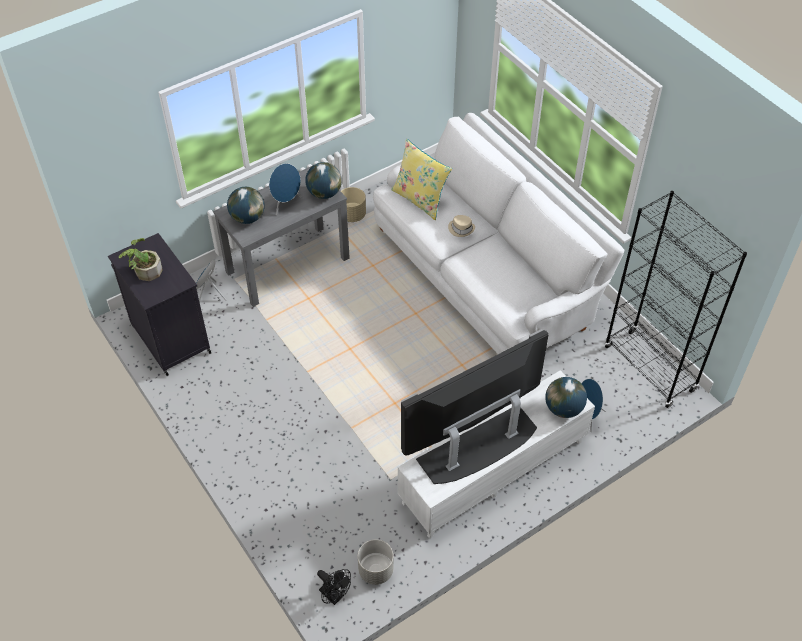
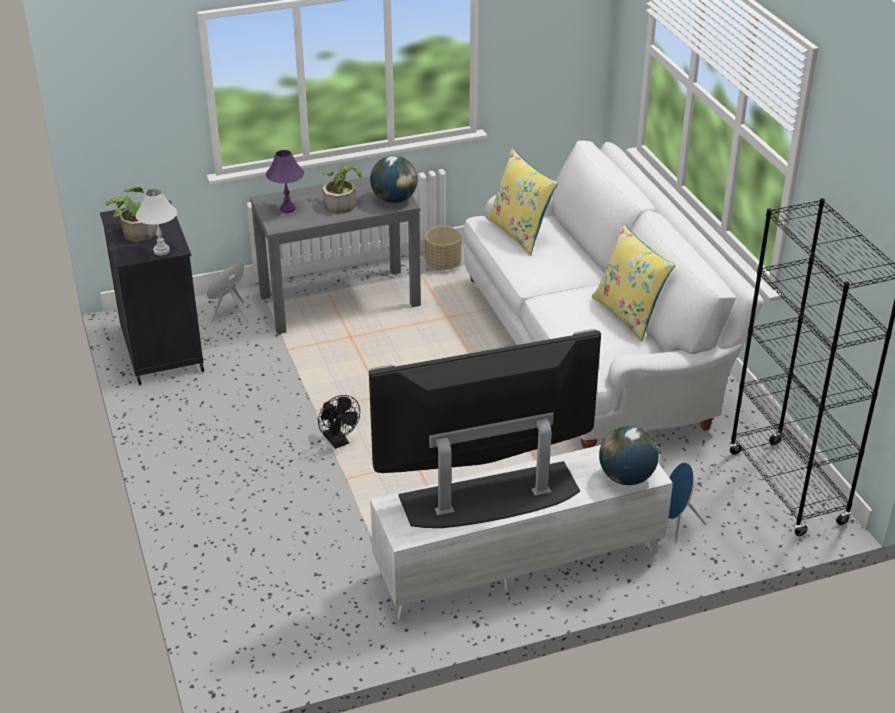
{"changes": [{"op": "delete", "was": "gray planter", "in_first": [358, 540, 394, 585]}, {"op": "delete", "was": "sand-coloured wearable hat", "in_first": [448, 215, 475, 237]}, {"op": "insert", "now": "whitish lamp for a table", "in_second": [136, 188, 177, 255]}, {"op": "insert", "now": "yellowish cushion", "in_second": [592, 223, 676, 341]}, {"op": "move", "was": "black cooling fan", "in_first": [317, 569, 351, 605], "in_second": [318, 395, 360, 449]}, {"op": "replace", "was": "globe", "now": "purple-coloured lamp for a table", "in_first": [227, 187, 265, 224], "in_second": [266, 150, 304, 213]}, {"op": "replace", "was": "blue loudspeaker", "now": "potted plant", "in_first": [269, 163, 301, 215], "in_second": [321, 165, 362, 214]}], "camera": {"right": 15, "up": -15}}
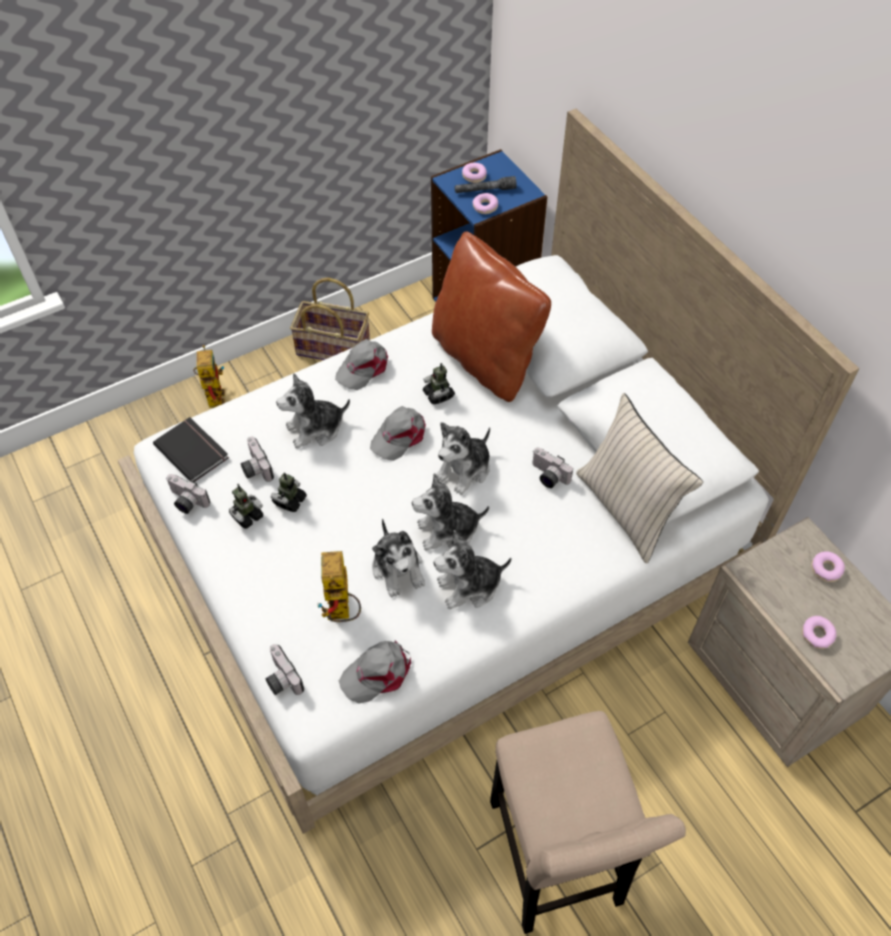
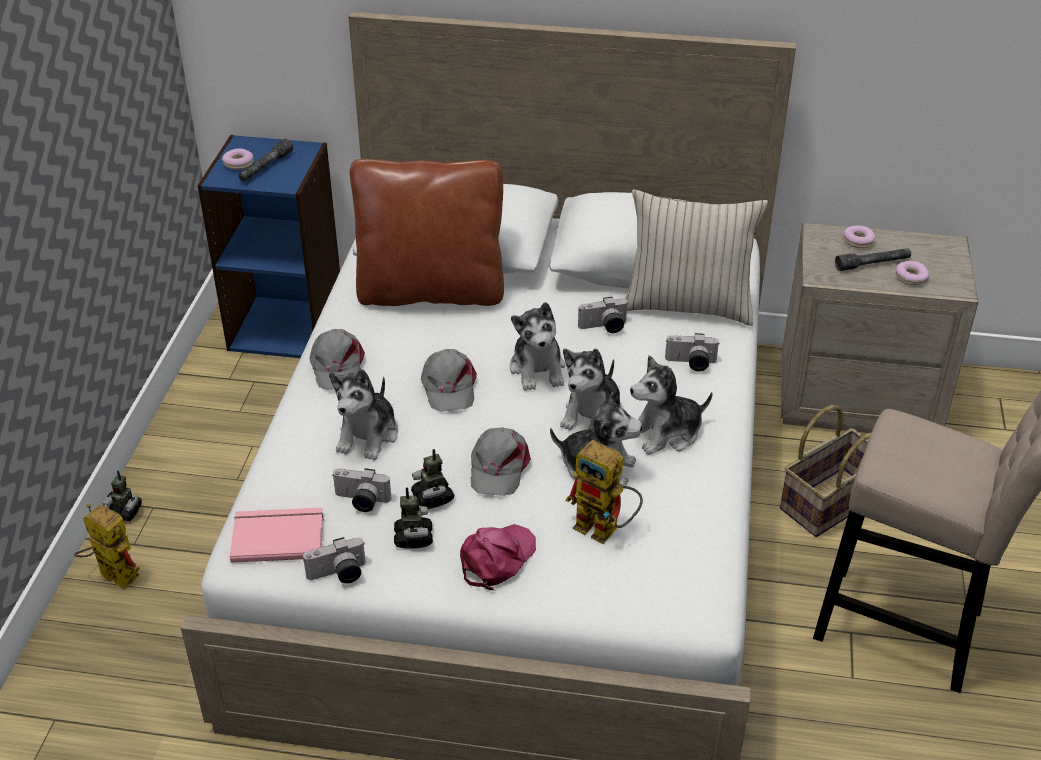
{"changes": [{"op": "delete", "was": "ring doughnut", "in_first": [473, 193, 498, 214]}, {"op": "insert", "now": "pink-coloured peaked cap", "in_second": [460, 524, 536, 590]}, {"op": "insert", "now": "gray hand torch", "in_second": [835, 248, 911, 271]}, {"op": "move", "was": "photo camera", "in_first": [265, 644, 304, 695], "in_second": [665, 333, 720, 371]}, {"op": "move", "was": "household basket", "in_first": [290, 278, 370, 360], "in_second": [780, 405, 871, 537]}, {"op": "move", "was": "gray peaked cap", "in_first": [339, 641, 411, 704], "in_second": [471, 427, 531, 496]}, {"op": "move", "was": "toy robot", "in_first": [423, 363, 455, 404], "in_second": [103, 470, 142, 521]}, {"op": "recolor", "was": "black volume", "now": "pink-coloured volume", "in_first": [153, 417, 229, 482], "in_second": [230, 507, 323, 563]}, {"op": "rotate", "was": "plush toy", "in_first": [434, 530, 511, 609], "in_second": [630, 355, 713, 455], "clockwise": 45}], "camera": {"right": -50, "up": -15}}
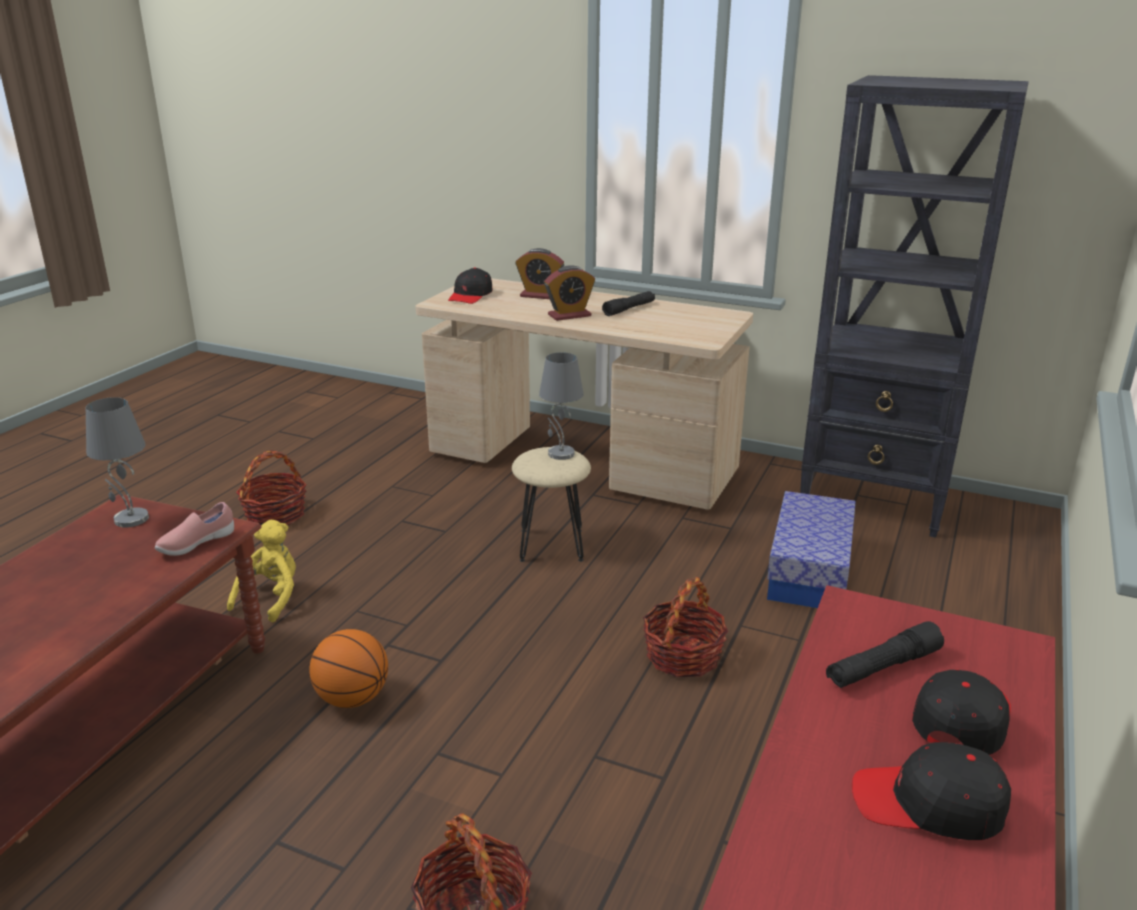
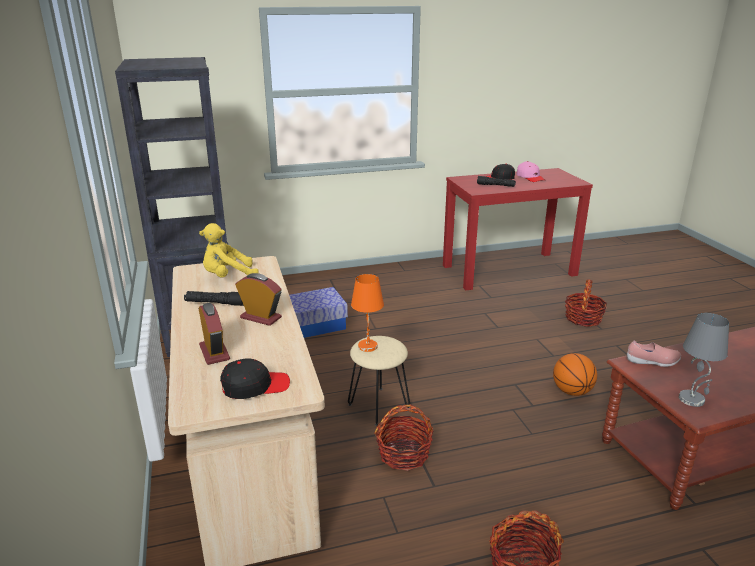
{"changes": [{"op": "move", "was": "yellowish plush toy", "in_first": [227, 520, 296, 622], "in_second": [199, 223, 259, 277]}, {"op": "move", "was": "household basket", "in_first": [643, 577, 728, 677], "in_second": [375, 405, 434, 471]}, {"op": "recolor", "was": "gray lamp for a table", "now": "orange lamp for a table", "in_first": [539, 352, 584, 460], "in_second": [351, 274, 384, 352]}, {"op": "recolor", "was": "black peaked cap", "now": "pink-coloured peaked cap", "in_first": [852, 742, 1011, 840], "in_second": [517, 161, 545, 182]}], "camera": {"right": -130, "up": 0}}
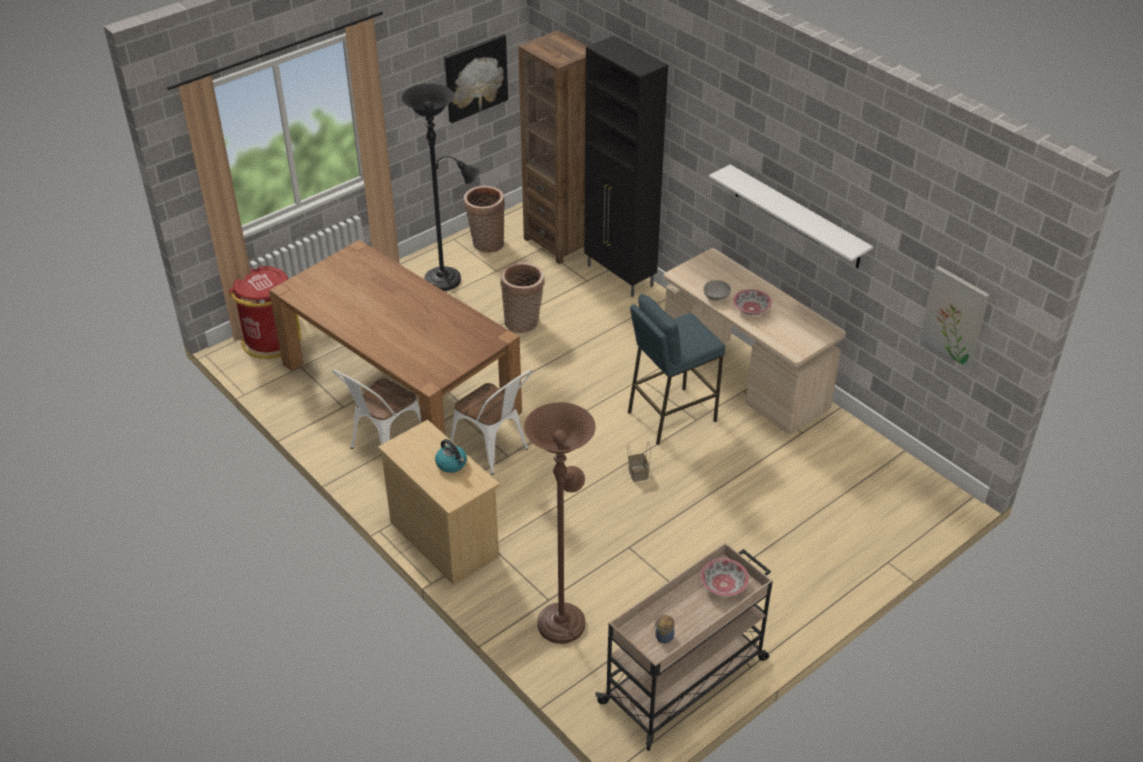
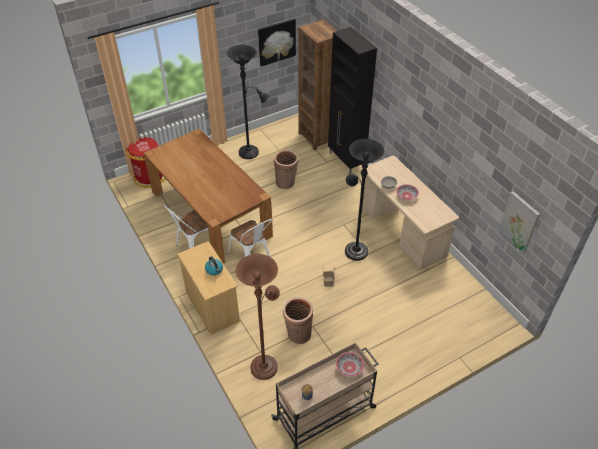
{"changes": [{"op": "delete", "was": "whitish shelf", "in_first": [709, 164, 873, 269]}, {"op": "move", "was": "household basket", "in_first": [464, 186, 505, 253], "in_second": [283, 297, 313, 344]}, {"op": "replace", "was": "blue sitting stool", "now": "black floor lamp", "in_first": [628, 294, 725, 445], "in_second": [345, 139, 384, 261]}], "camera": {"right": 10, "up": 5}}
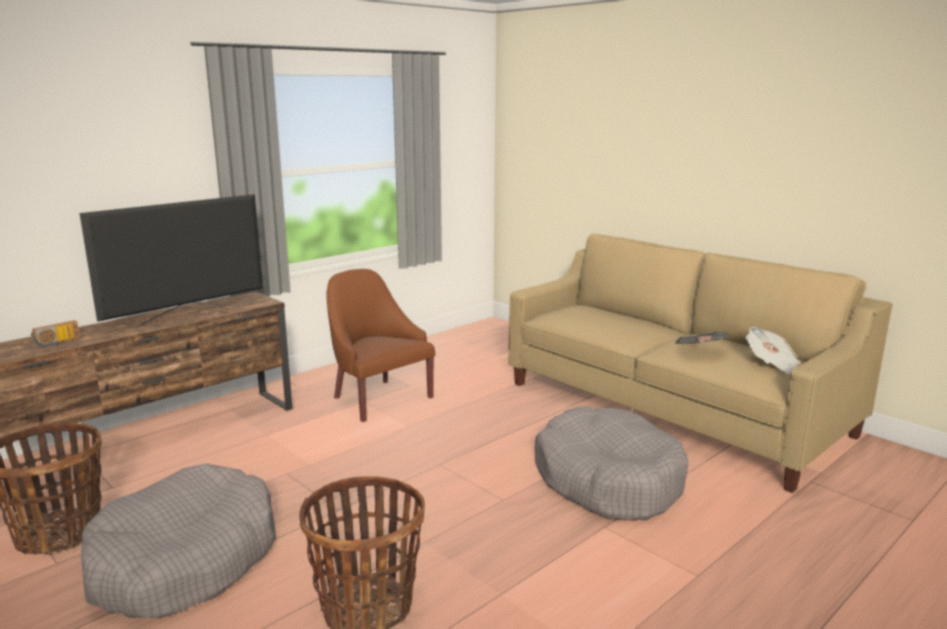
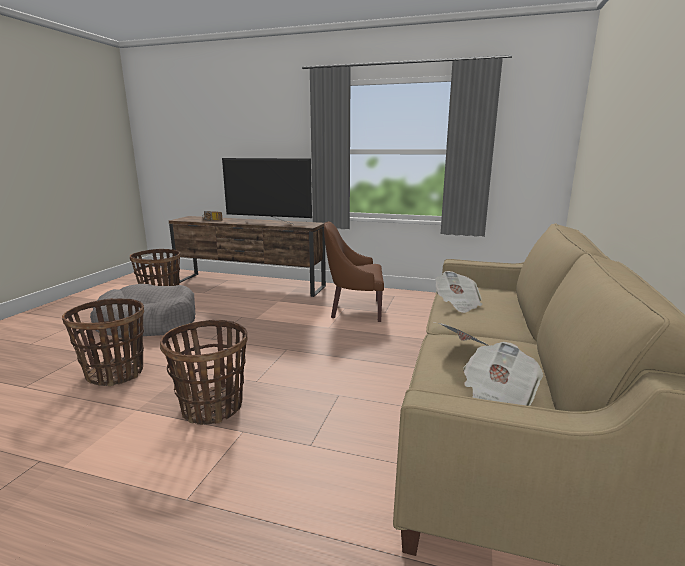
{"changes": [{"op": "delete", "was": "gray pet bed", "in_first": [535, 406, 689, 520]}, {"op": "insert", "now": "household basket", "in_second": [160, 320, 248, 425]}, {"op": "insert", "now": "daily paper", "in_second": [435, 271, 482, 313]}, {"op": "rotate", "was": "brown easy chair", "in_first": [327, 269, 435, 422], "in_second": [324, 222, 384, 322], "clockwise": -105}], "camera": {"right": 60, "up": 0}}
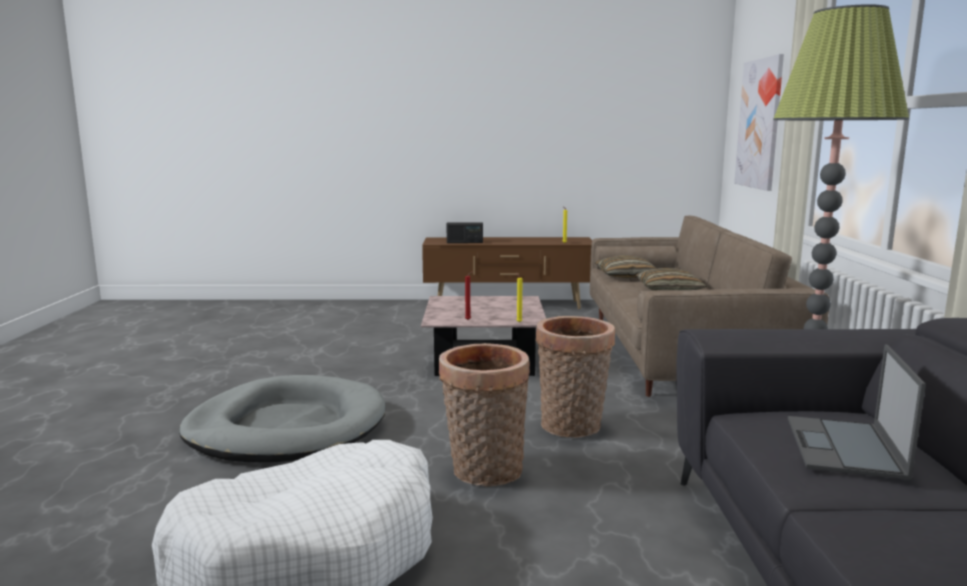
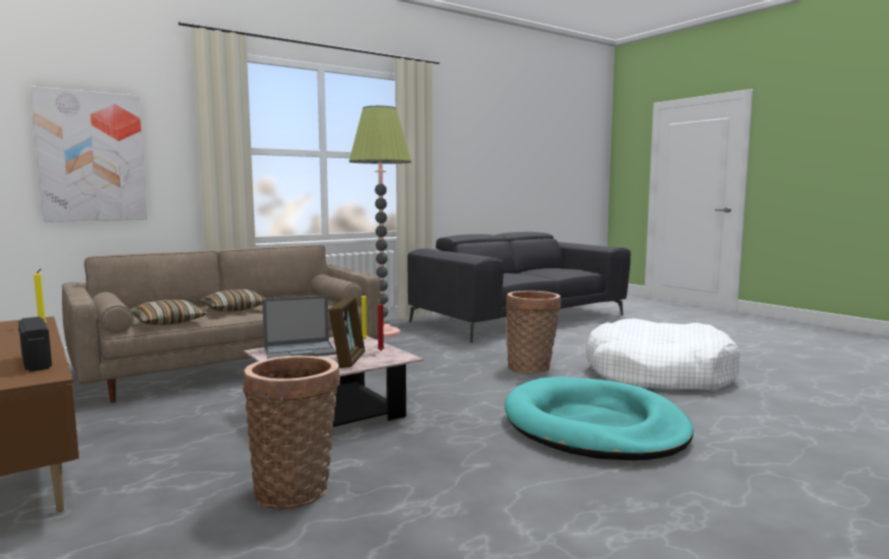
{"changes": [{"op": "insert", "now": "picture frame", "in_second": [328, 297, 365, 368]}, {"op": "move", "was": "household basket", "in_first": [536, 316, 615, 438], "in_second": [243, 355, 340, 509]}, {"op": "move", "was": "laptop", "in_first": [788, 344, 926, 480], "in_second": [262, 295, 337, 359]}, {"op": "recolor", "was": "gray pet bed", "now": "turquoise pet bed", "in_first": [179, 375, 386, 462], "in_second": [505, 376, 694, 461]}], "camera": {"right": -125, "up": -5}}
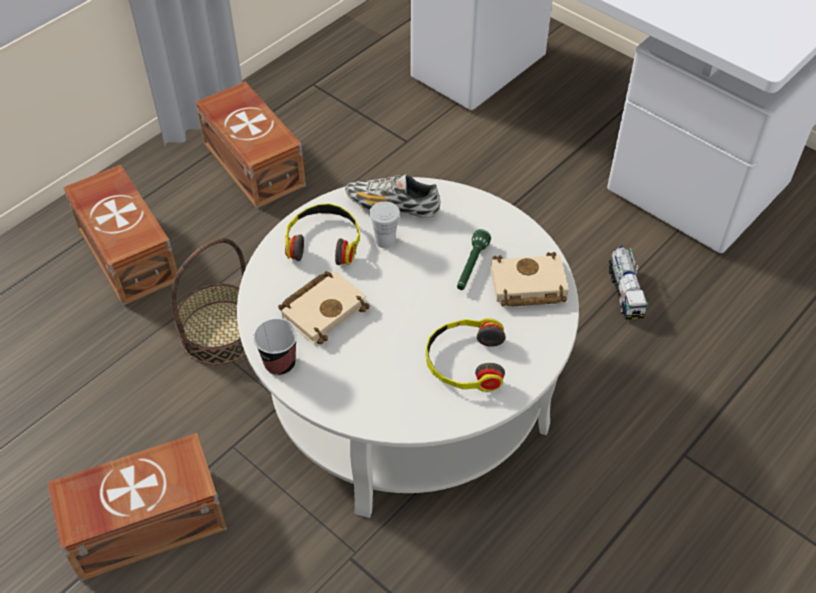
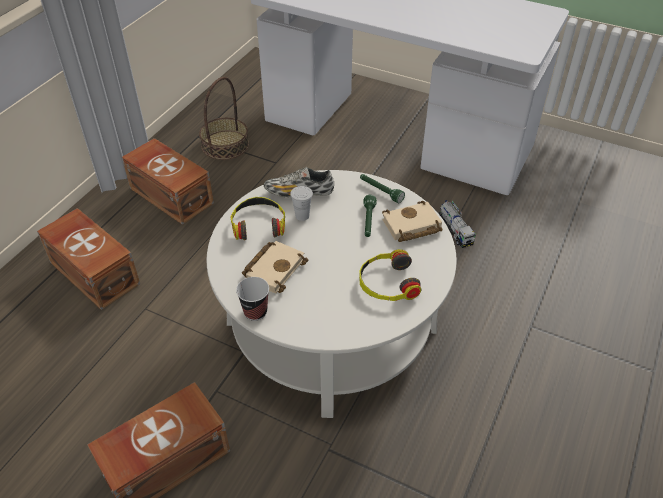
{"changes": [{"op": "insert", "now": "greenish hand torch", "in_second": [360, 174, 405, 203]}, {"op": "move", "was": "household basket", "in_first": [171, 238, 246, 365], "in_second": [199, 77, 249, 160]}], "camera": {"right": -15, "up": -5}}
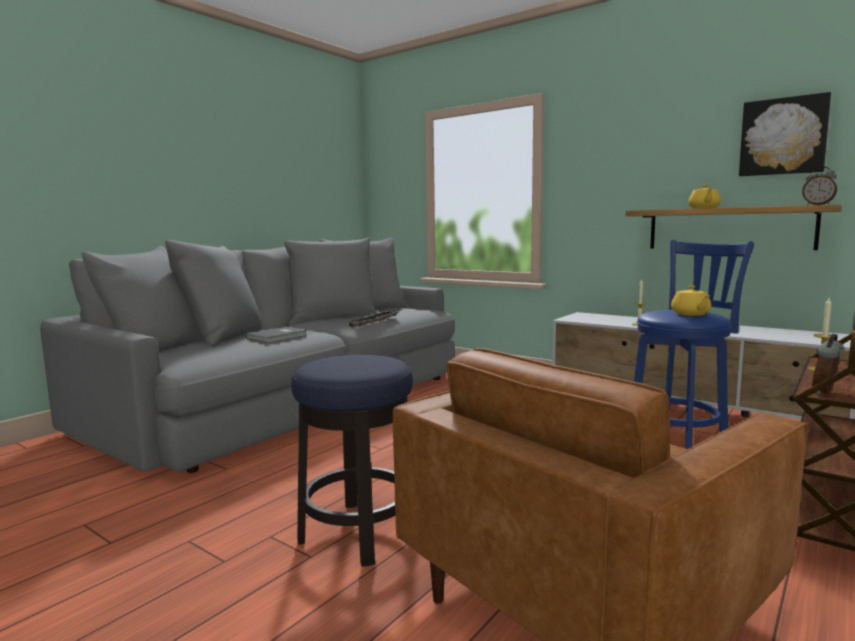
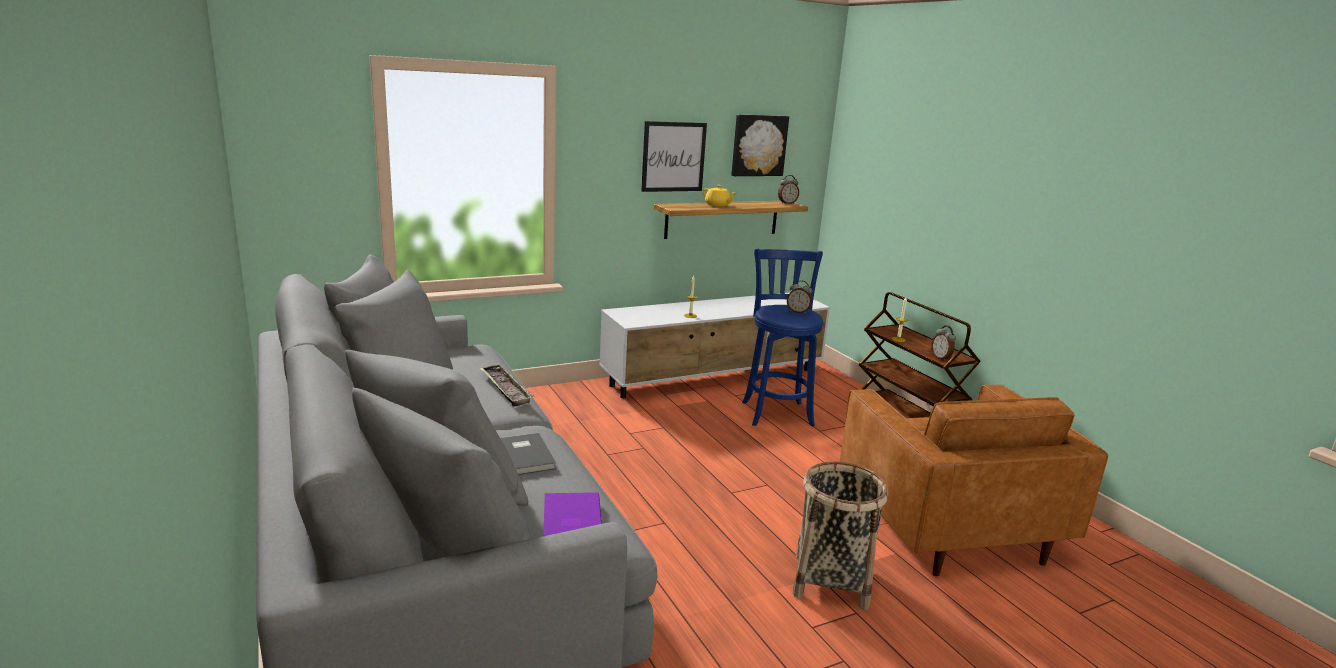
{"changes": [{"op": "insert", "now": "purple-coloured volume", "in_second": [543, 492, 602, 536]}, {"op": "insert", "now": "wall picture", "in_second": [641, 121, 707, 192]}, {"op": "replace", "was": "sitting stool", "now": "household basket", "in_first": [291, 355, 413, 567], "in_second": [792, 461, 889, 610]}, {"op": "replace", "was": "yellowish pot for tea", "now": "table clock", "in_first": [671, 286, 711, 316], "in_second": [787, 280, 812, 314]}], "camera": {"right": -65, "up": 10}}
